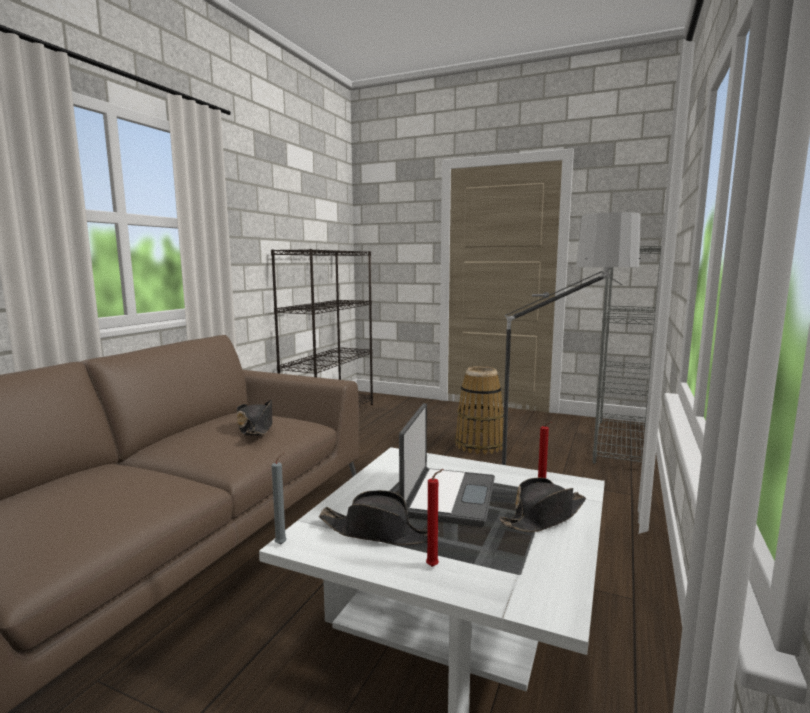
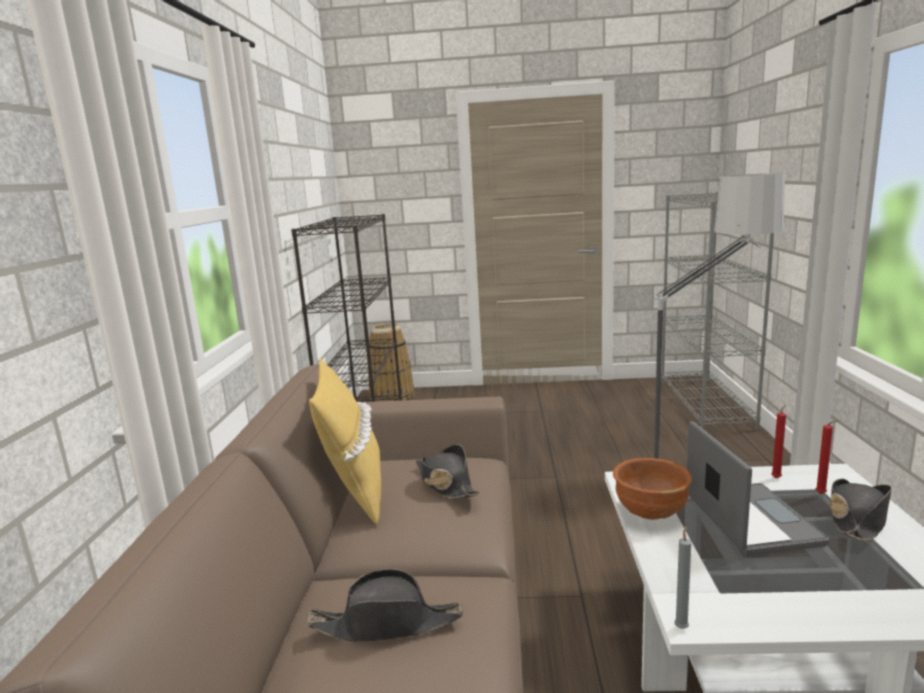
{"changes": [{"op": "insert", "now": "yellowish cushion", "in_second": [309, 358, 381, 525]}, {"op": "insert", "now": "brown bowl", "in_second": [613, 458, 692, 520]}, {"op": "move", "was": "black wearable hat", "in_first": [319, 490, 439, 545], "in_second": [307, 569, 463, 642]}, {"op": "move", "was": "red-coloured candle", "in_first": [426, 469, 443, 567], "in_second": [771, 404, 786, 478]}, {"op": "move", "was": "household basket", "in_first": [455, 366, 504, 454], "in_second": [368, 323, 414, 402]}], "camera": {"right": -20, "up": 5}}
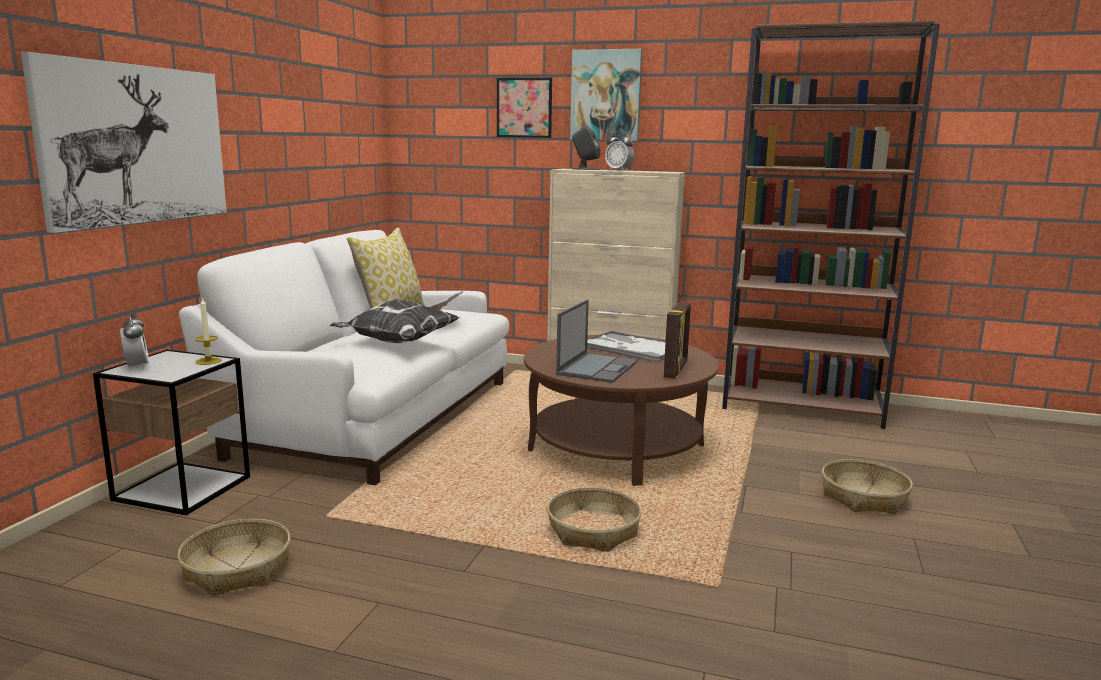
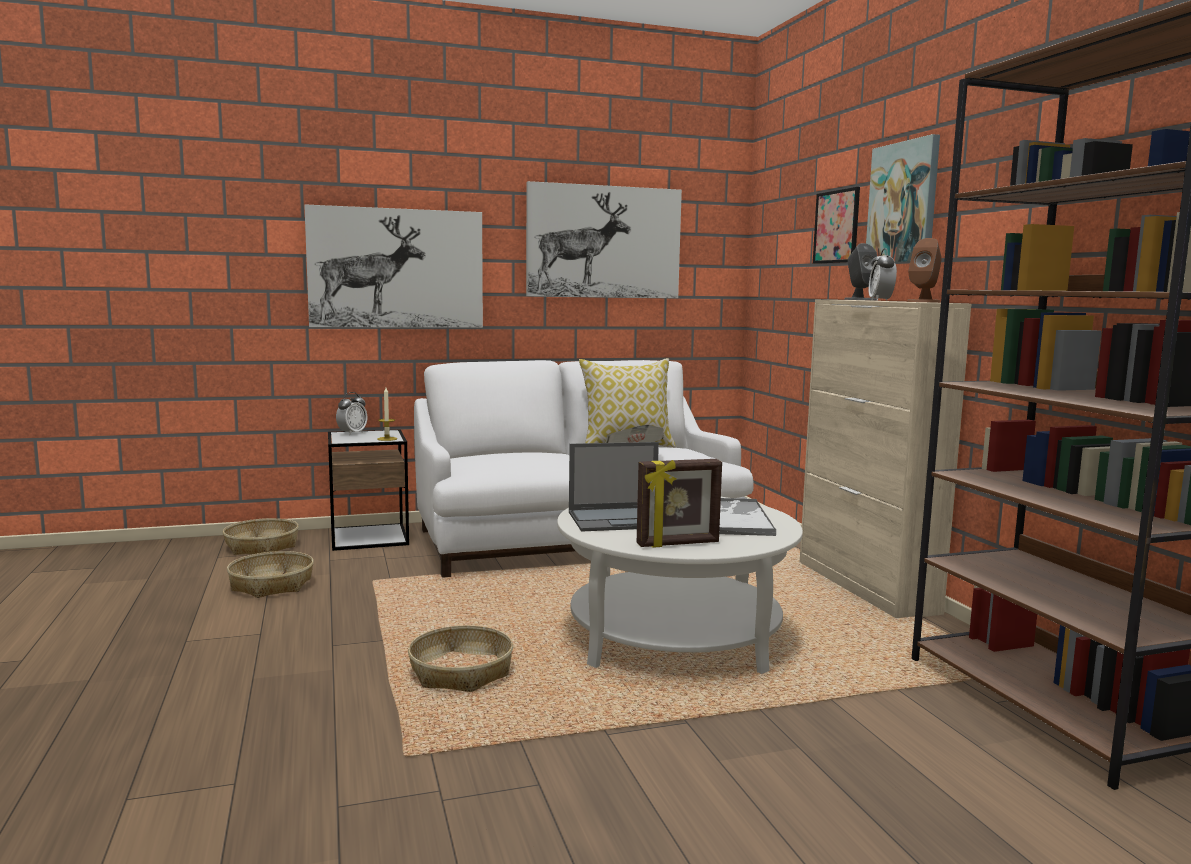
{"changes": [{"op": "delete", "was": "cushion", "in_first": [330, 300, 460, 343]}, {"op": "insert", "now": "wall picture", "in_second": [526, 181, 682, 298]}, {"op": "insert", "now": "brown loudspeaker", "in_second": [907, 238, 942, 302]}, {"op": "move", "was": "household basket", "in_first": [822, 459, 913, 514], "in_second": [223, 518, 299, 555]}, {"op": "recolor", "was": "brown coffee table", "now": "whitish coffee table", "in_first": [524, 335, 719, 486], "in_second": [557, 497, 803, 674]}], "camera": {"right": 55, "up": -5}}
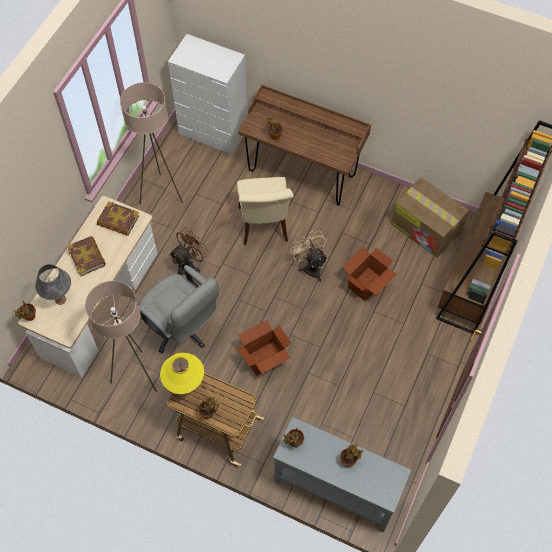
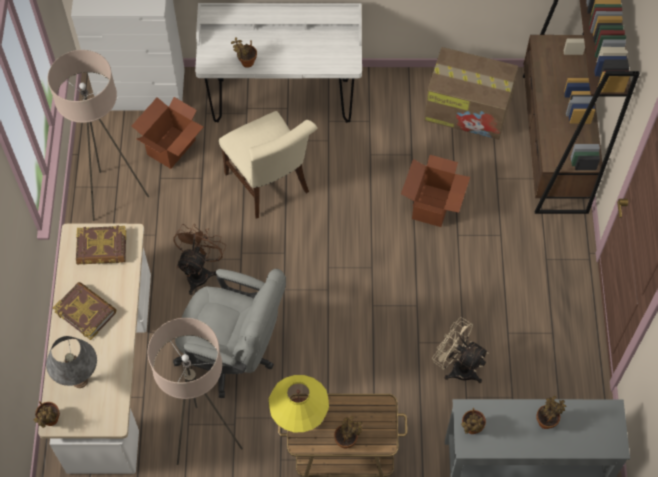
{"changes": [{"op": "move", "was": "cardboard box", "in_first": [237, 320, 291, 376], "in_second": [132, 97, 204, 169]}, {"op": "move", "was": "sand-coloured cooling fan", "in_first": [290, 231, 328, 282], "in_second": [432, 317, 489, 383]}, {"op": "recolor", "was": "brown desk", "now": "whitish desk", "in_first": [238, 85, 371, 205], "in_second": [195, 3, 362, 123]}], "camera": {"right": -25, "up": 0}}
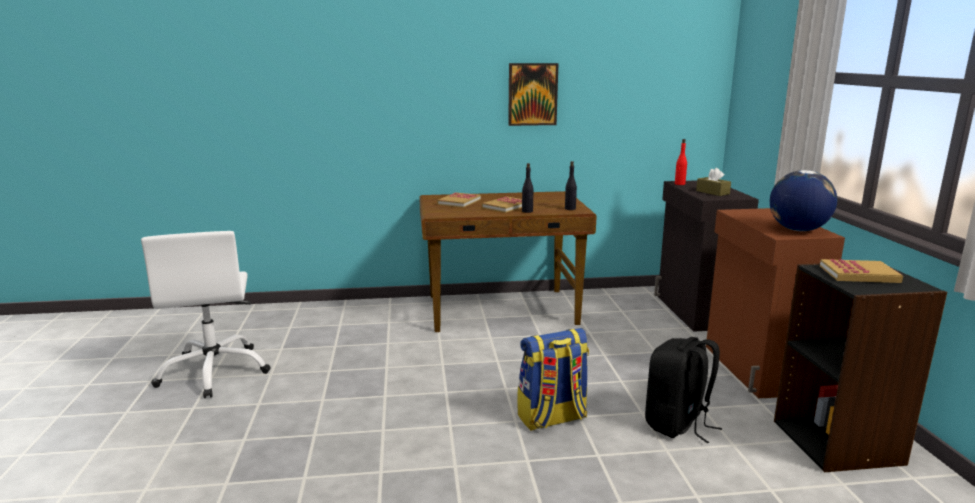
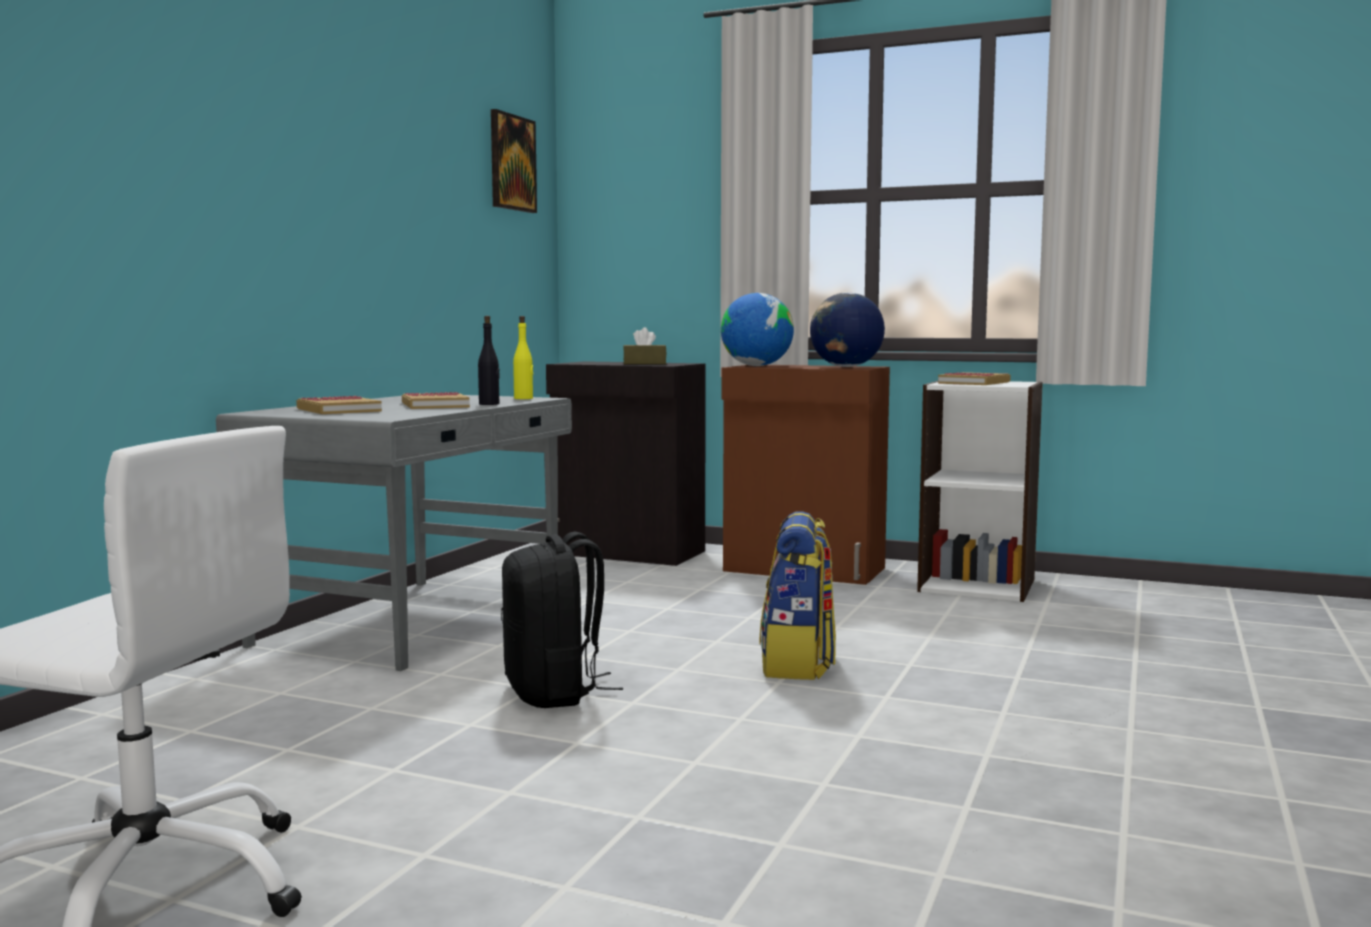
{"changes": [{"op": "delete", "was": "red-coloured beverage bottle", "in_first": [675, 139, 687, 185]}, {"op": "insert", "now": "globe", "in_second": [721, 293, 794, 366]}, {"op": "move", "was": "wall picture", "in_first": [508, 63, 558, 126], "in_second": [491, 109, 537, 213]}, {"op": "move", "was": "black backpack", "in_first": [645, 337, 722, 443], "in_second": [501, 532, 623, 708]}, {"op": "recolor", "was": "brown desk", "now": "gray desk", "in_first": [419, 191, 597, 332], "in_second": [216, 395, 572, 671]}, {"op": "recolor", "was": "black beverage bottle", "now": "yellowish beverage bottle", "in_first": [565, 161, 577, 210], "in_second": [513, 316, 533, 399]}, {"op": "recolor", "was": "black shelving unit", "now": "whitish shelving unit", "in_first": [774, 263, 947, 472], "in_second": [917, 381, 1043, 602]}], "camera": {"right": -60, "up": -10}}
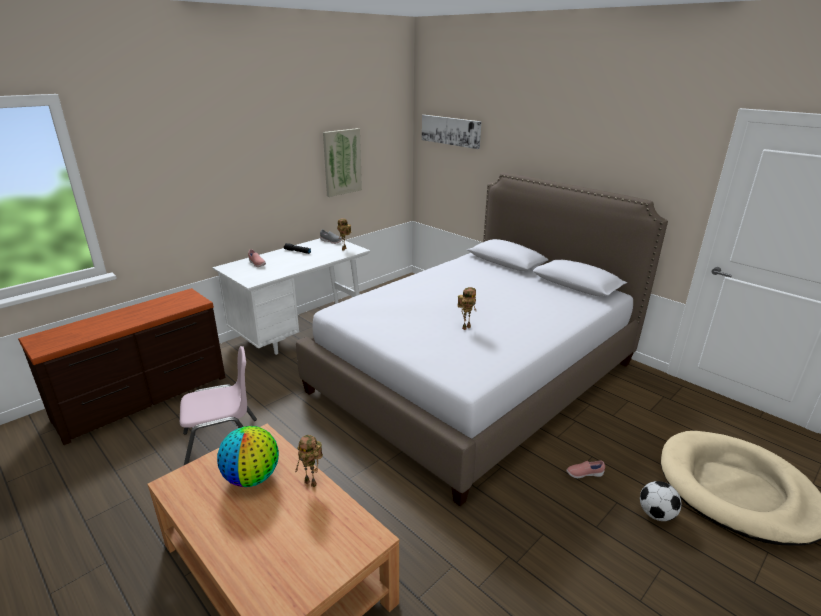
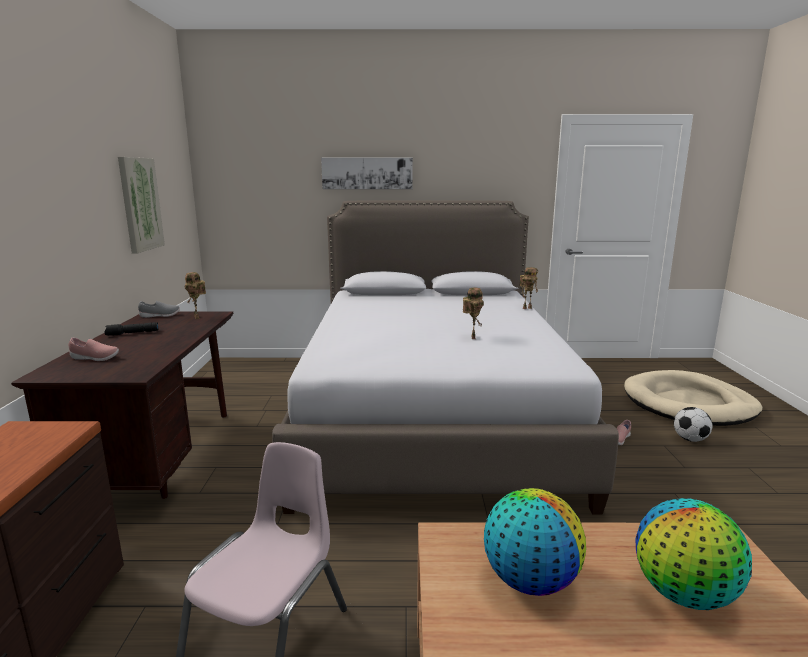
{"changes": [{"op": "insert", "now": "globe", "in_second": [636, 498, 752, 610]}, {"op": "move", "was": "toy robot", "in_first": [295, 435, 323, 487], "in_second": [519, 267, 538, 309]}, {"op": "move", "was": "wall picture", "in_first": [422, 115, 482, 149], "in_second": [321, 158, 413, 189]}, {"op": "recolor", "was": "whitish desk", "now": "brown desk", "in_first": [212, 238, 370, 355], "in_second": [11, 312, 233, 499]}], "camera": {"right": -45, "up": -10}}
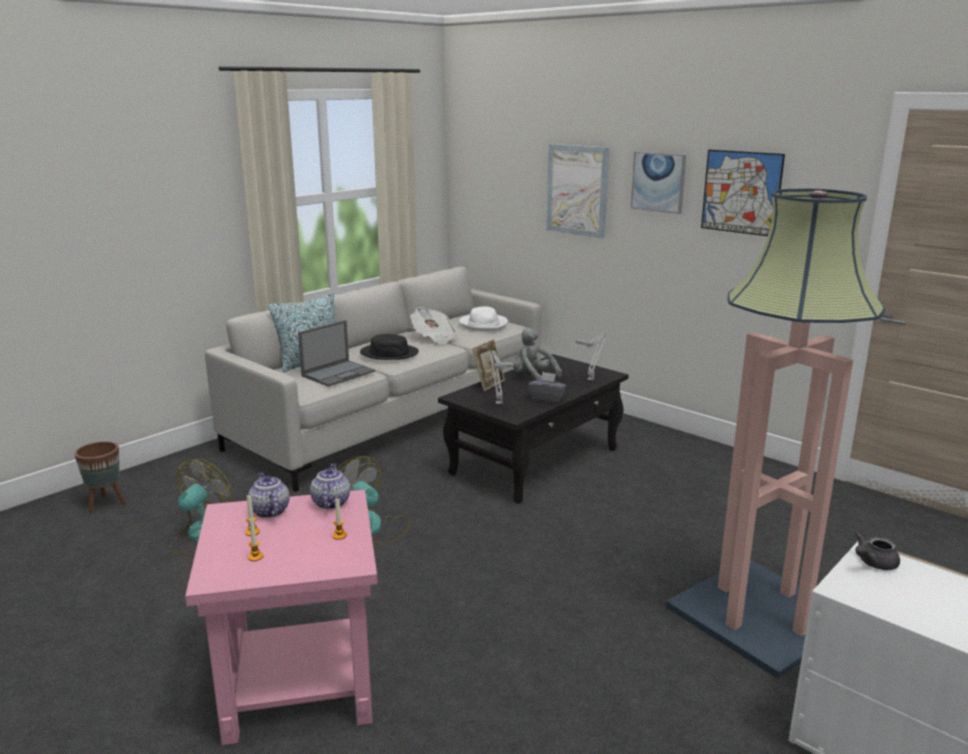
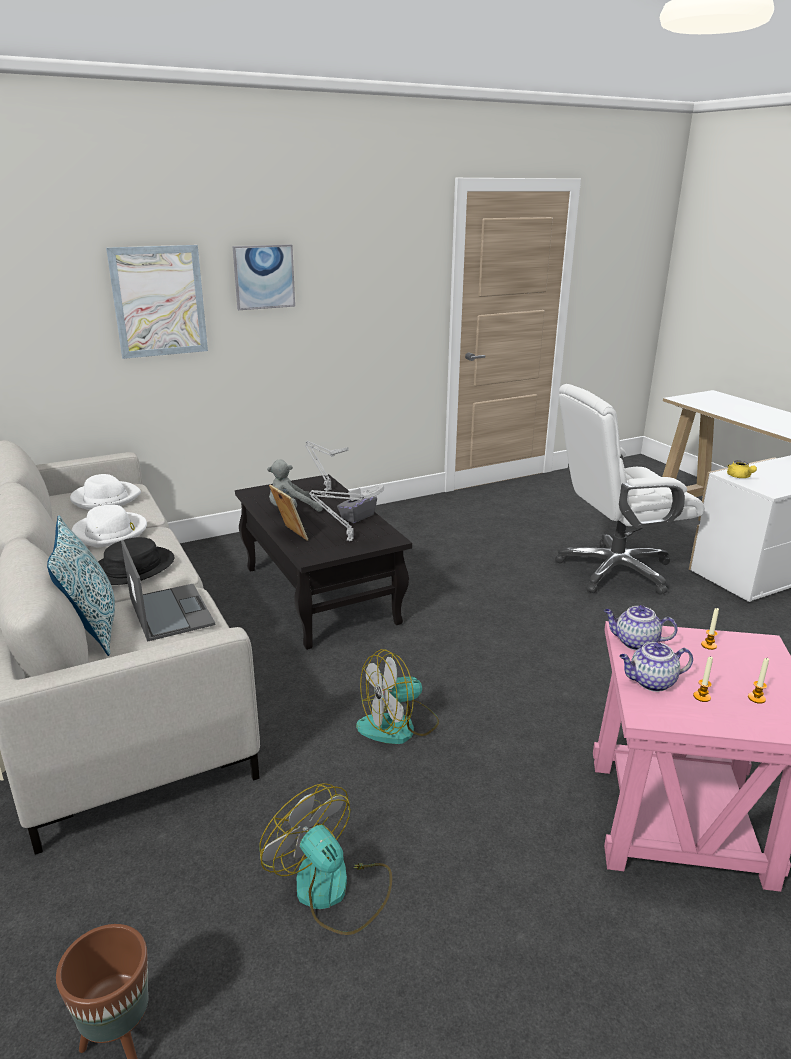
{"changes": [{"op": "delete", "was": "wall picture", "in_first": [701, 150, 785, 236]}, {"op": "replace", "was": "daily paper", "now": "whitish wearable hat", "in_first": [410, 307, 457, 345], "in_second": [72, 505, 147, 547]}, {"op": "replace", "was": "floor lamp", "now": "whitish computer chair", "in_first": [665, 189, 885, 679], "in_second": [555, 384, 705, 595]}, {"op": "recolor", "was": "gray pot for tea", "now": "yellowish pot for tea", "in_first": [855, 533, 900, 570], "in_second": [727, 461, 757, 478]}], "camera": {"right": -70, "up": 5}}
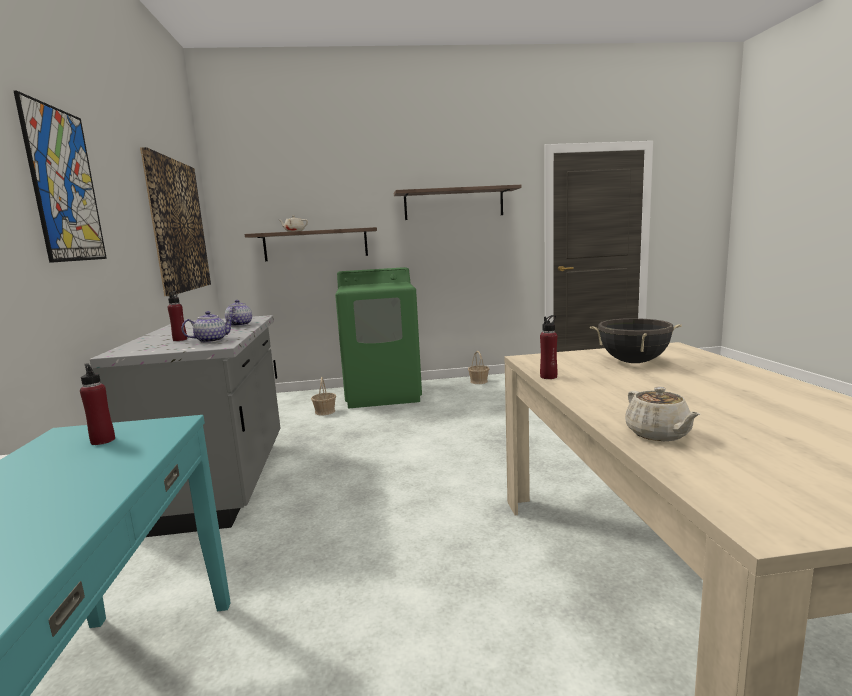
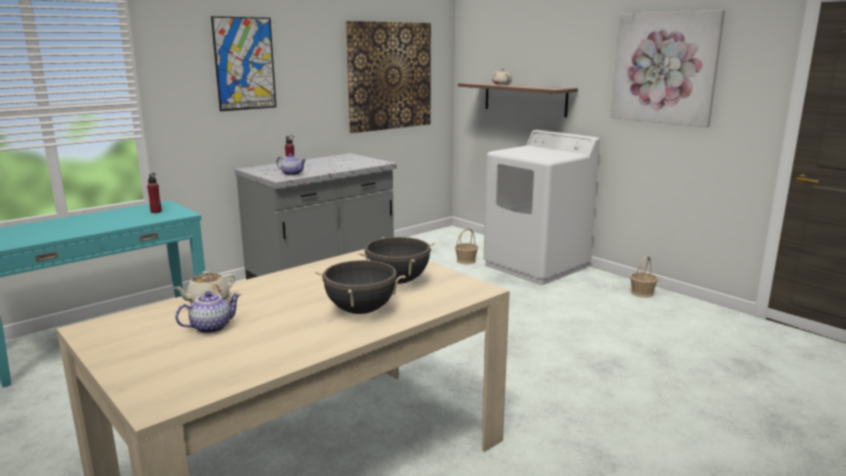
{"changes": [{"op": "delete", "was": "red-coloured beverage bottle", "in_first": [540, 315, 557, 379]}, {"op": "insert", "now": "black cooking pot", "in_second": [315, 259, 406, 314]}, {"op": "move", "was": "pot for tea", "in_first": [225, 300, 252, 326], "in_second": [175, 291, 241, 333]}, {"op": "replace", "was": "shelf", "now": "wall picture", "in_first": [394, 185, 522, 220], "in_second": [611, 10, 725, 128]}, {"op": "recolor", "was": "greenish laundry appliance", "now": "whitish laundry appliance", "in_first": [335, 267, 422, 408], "in_second": [484, 130, 600, 285]}], "camera": {"right": 55, "up": 5}}
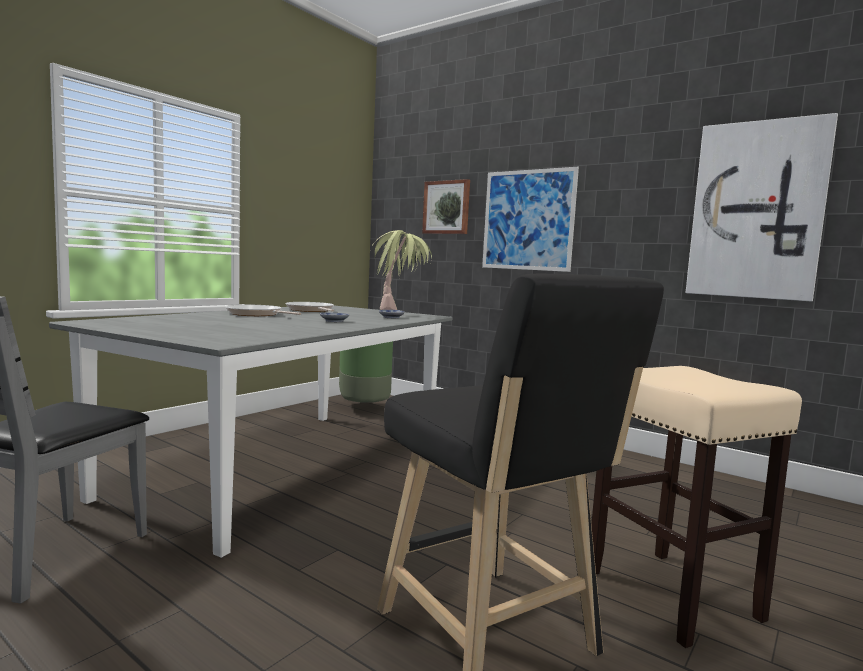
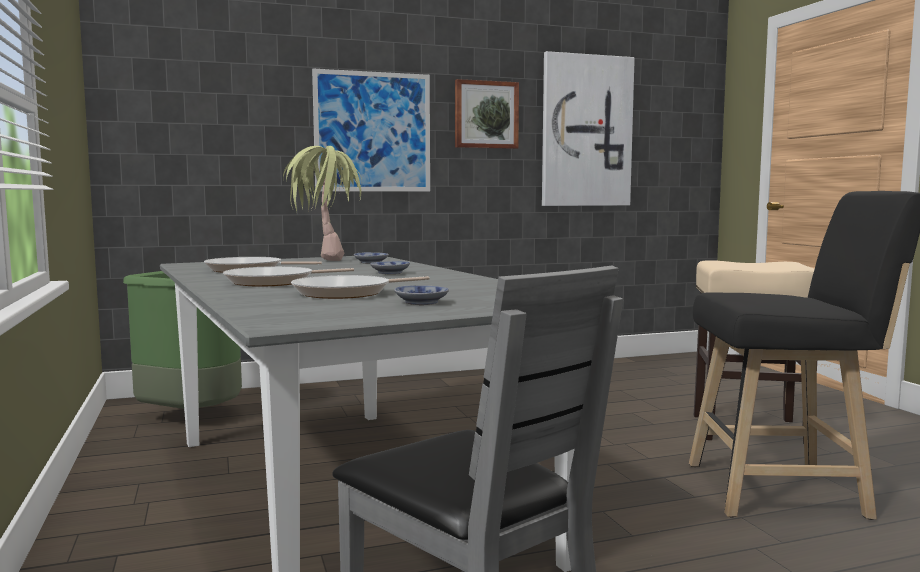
{"changes": [{"op": "insert", "now": "pan", "in_second": [291, 275, 430, 299]}, {"op": "insert", "now": "bowl", "in_second": [394, 285, 449, 305]}, {"op": "move", "was": "wall picture", "in_first": [422, 179, 470, 234], "in_second": [455, 79, 519, 149]}], "camera": {"right": -55, "up": 0}}
